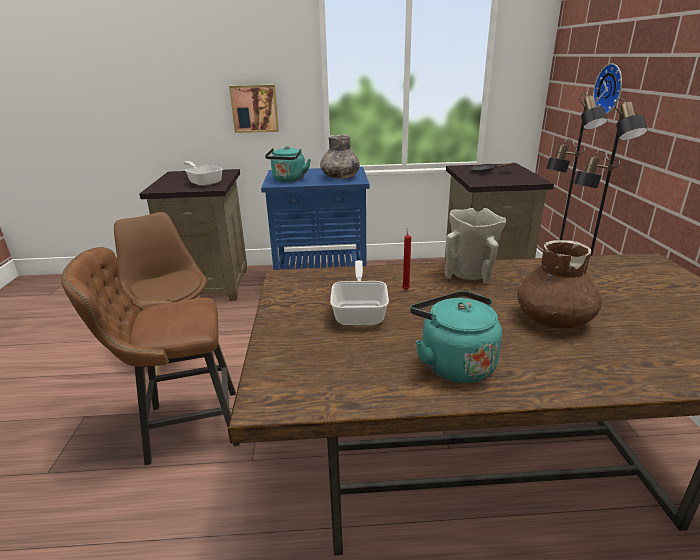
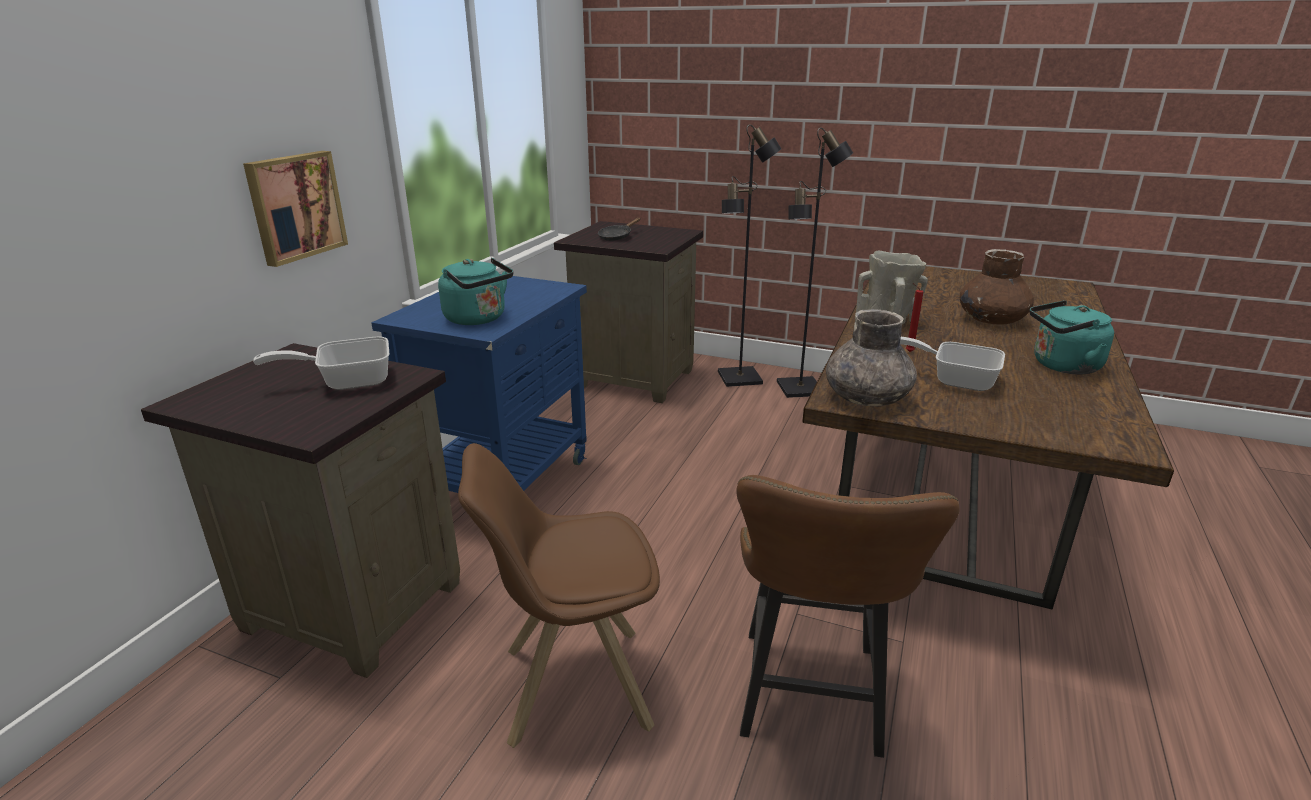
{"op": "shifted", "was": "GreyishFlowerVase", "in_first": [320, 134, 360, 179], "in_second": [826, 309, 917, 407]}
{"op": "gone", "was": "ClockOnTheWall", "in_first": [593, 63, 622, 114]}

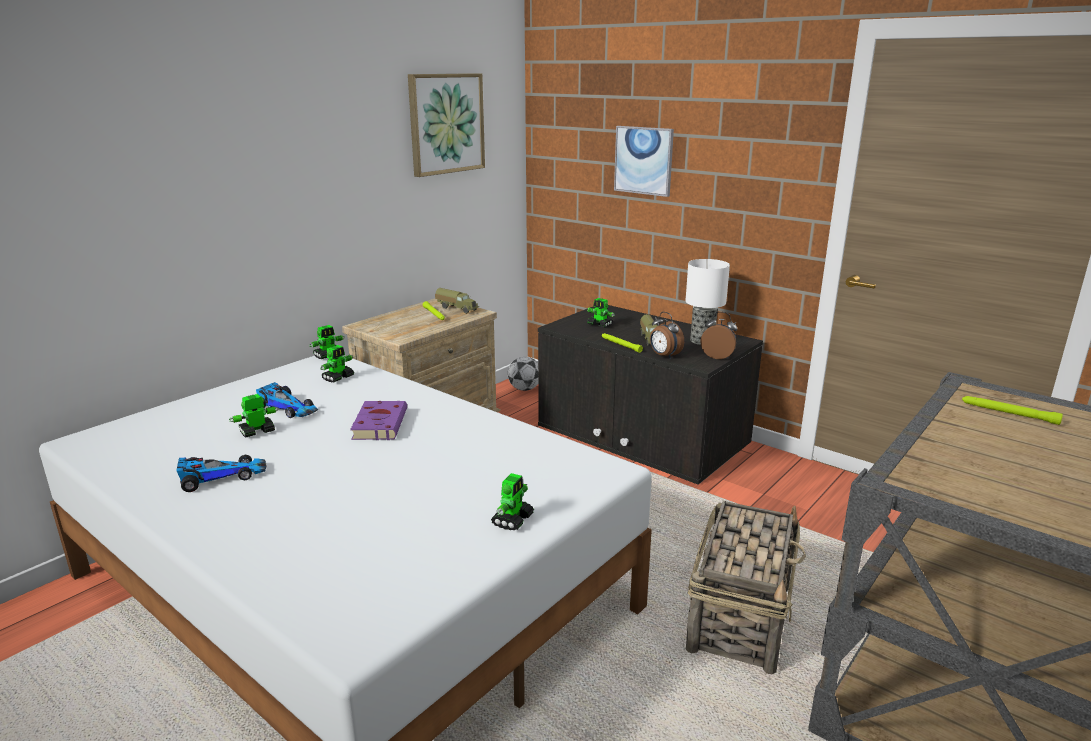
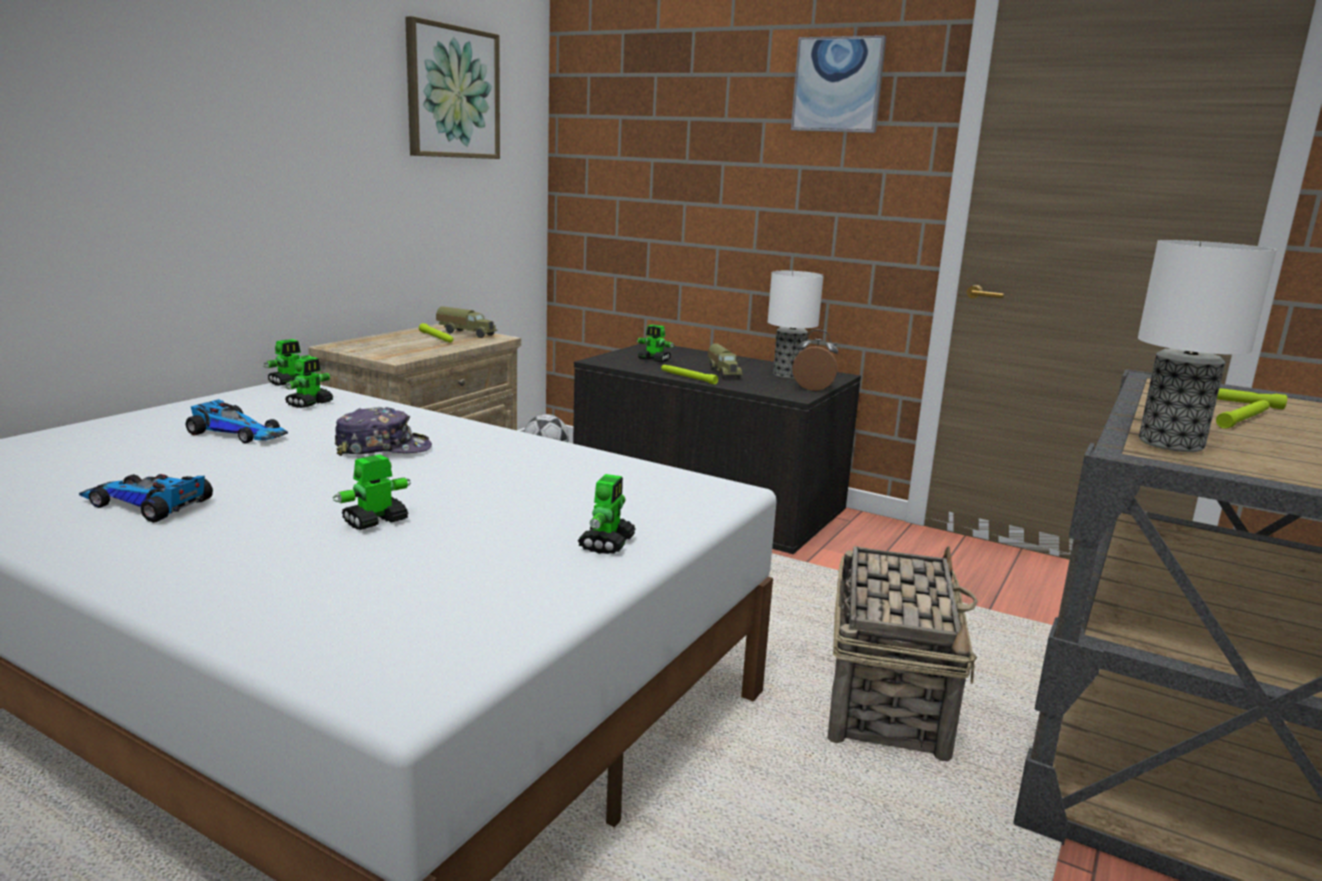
{"op": "rotated", "was": "ToyCar", "in_first": [176, 455, 267, 492], "in_second": [79, 474, 213, 523], "clockwise": -135}
{"op": "shifted", "was": "ModelRobot", "in_first": [229, 394, 279, 438], "in_second": [333, 454, 411, 530]}
{"op": "swapped", "was": "PurpleColouredBook", "now": "PeakedCap", "in_first": [350, 401, 407, 440], "in_second": [335, 407, 432, 456]}
{"op": "shifted", "was": "Picture", "in_first": [614, 126, 674, 197], "in_second": [791, 35, 886, 133]}
{"op": "new", "now": "TabletopLamp", "in_second": [1138, 240, 1277, 452]}
{"op": "new", "now": "GreenHandTorch", "in_second": [1216, 400, 1270, 429]}
{"op": "gone", "was": "TableClock", "in_first": [650, 312, 684, 359]}

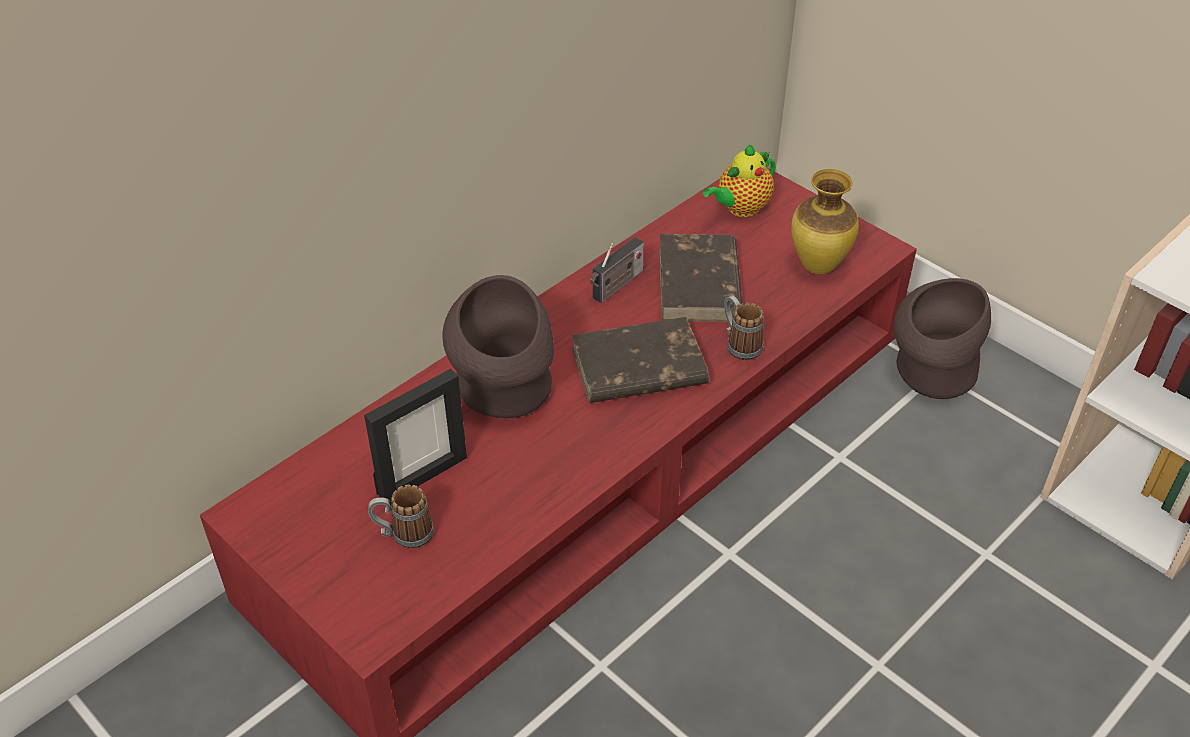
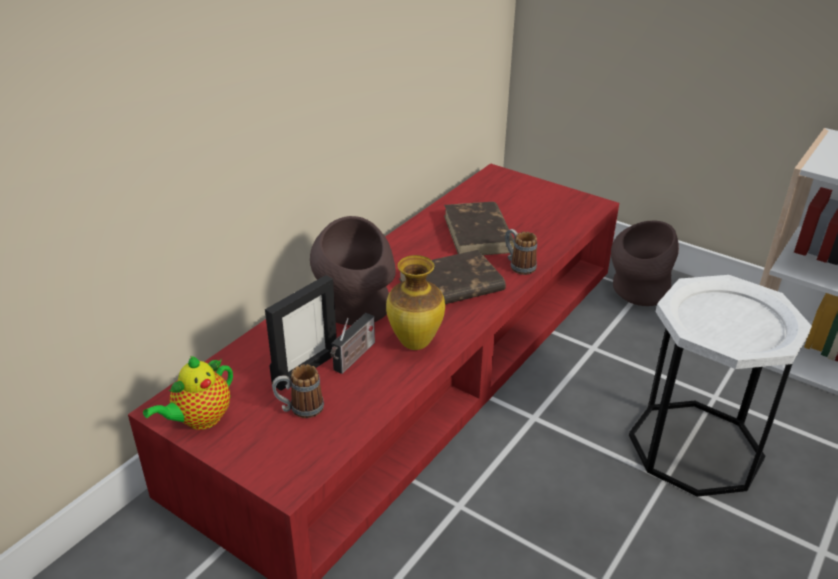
{"op": "shifted", "was": "Teapot", "in_first": [703, 144, 776, 217], "in_second": [143, 356, 233, 430]}
{"op": "shifted", "was": "RadioSet", "in_first": [590, 237, 644, 303], "in_second": [331, 313, 375, 374]}
{"op": "shifted", "was": "FlowerVase", "in_first": [791, 169, 859, 274], "in_second": [386, 255, 445, 350]}
{"op": "new", "now": "WhitishAccentTable", "in_second": [629, 275, 812, 497]}

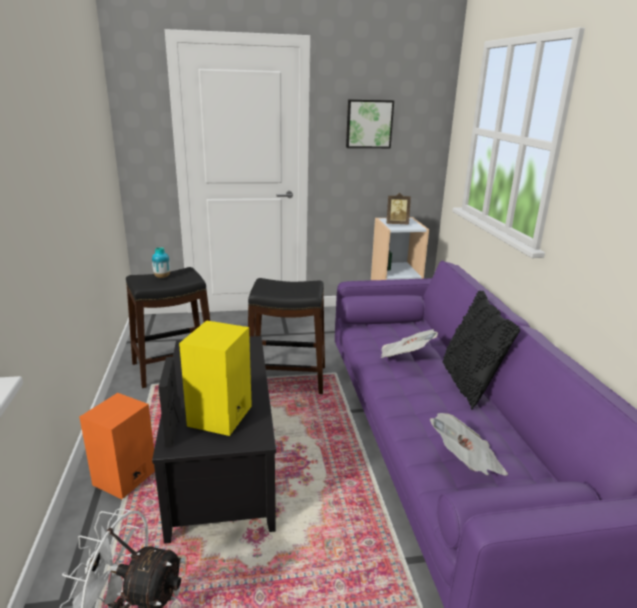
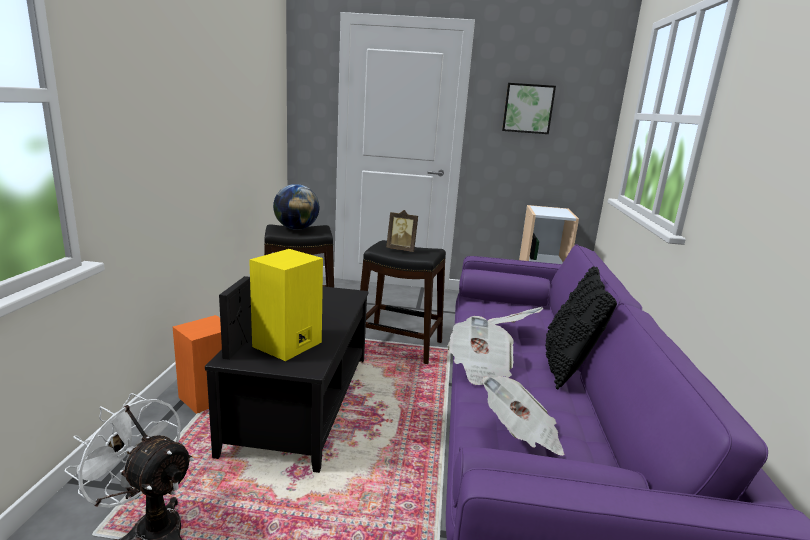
{"op": "swapped", "was": "FlowerVase", "now": "WorldGlobe", "in_first": [152, 247, 170, 278], "in_second": [273, 184, 319, 230]}
{"op": "shifted", "was": "StandingFrame", "in_first": [387, 193, 411, 224], "in_second": [386, 210, 418, 252]}
{"op": "new", "now": "Newspaper", "in_second": [448, 316, 514, 385]}

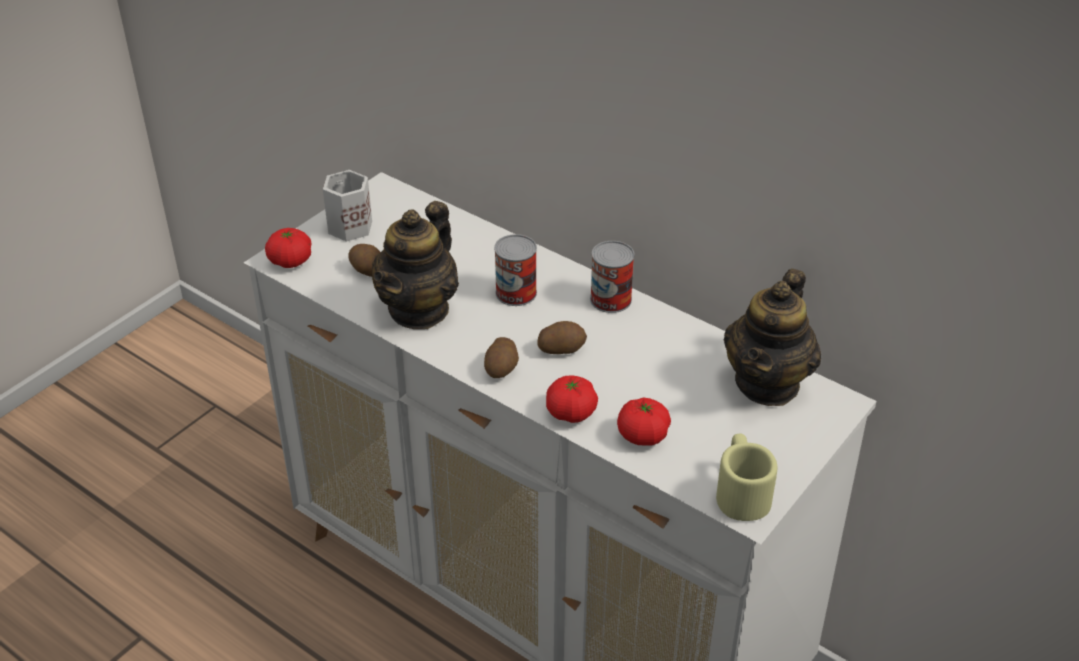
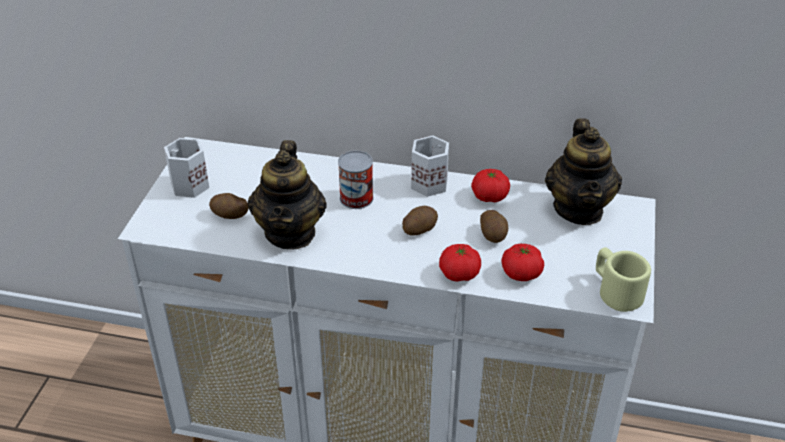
{"op": "swapped", "was": "Can", "now": "WhitishTeaMug", "in_first": [590, 241, 634, 313], "in_second": [411, 135, 449, 197]}
{"op": "shifted", "was": "Tomato", "in_first": [265, 228, 311, 268], "in_second": [471, 169, 510, 202]}
{"op": "shifted", "was": "WholePotato", "in_first": [484, 337, 519, 378], "in_second": [480, 210, 508, 243]}

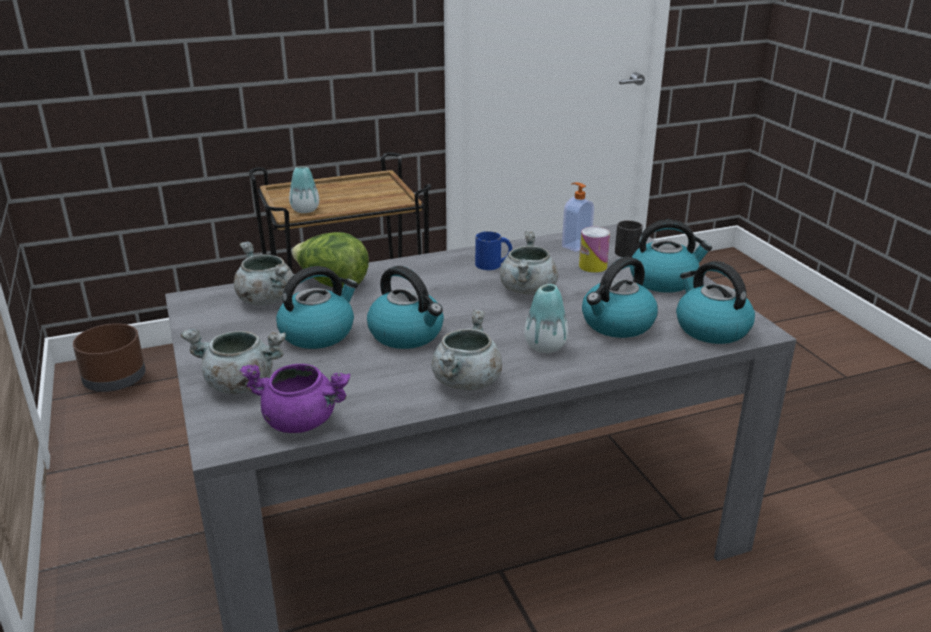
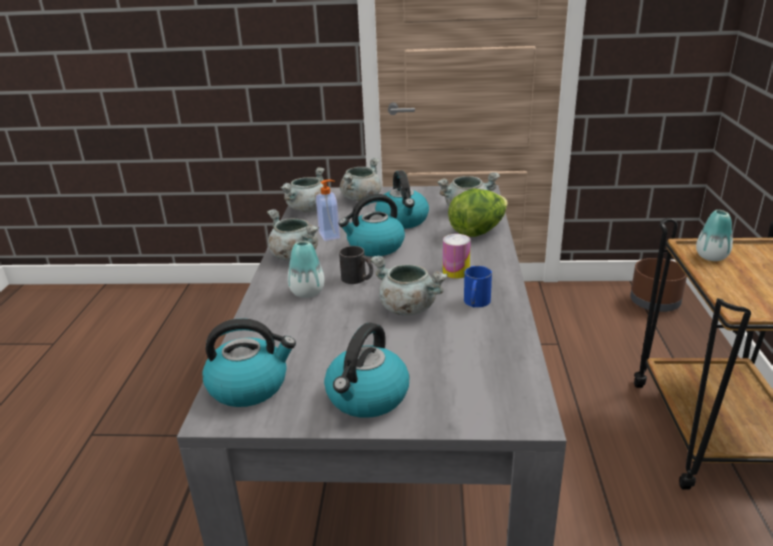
{"op": "repainted", "was": "PurpleColouredStockpot", "now": "GreyishStockpot", "in_first": [240, 364, 350, 433], "in_second": [280, 167, 325, 212]}
{"op": "shifted", "was": "LiquidSoapBottle", "in_first": [562, 182, 594, 252], "in_second": [316, 180, 340, 241]}
{"op": "shifted", "was": "BlackTeaMug", "in_first": [615, 220, 643, 257], "in_second": [339, 246, 373, 284]}
{"op": "shifted", "was": "Can", "in_first": [579, 227, 610, 273], "in_second": [443, 234, 471, 279]}
{"op": "gone", "was": "WaterKettle", "in_first": [582, 257, 658, 338]}

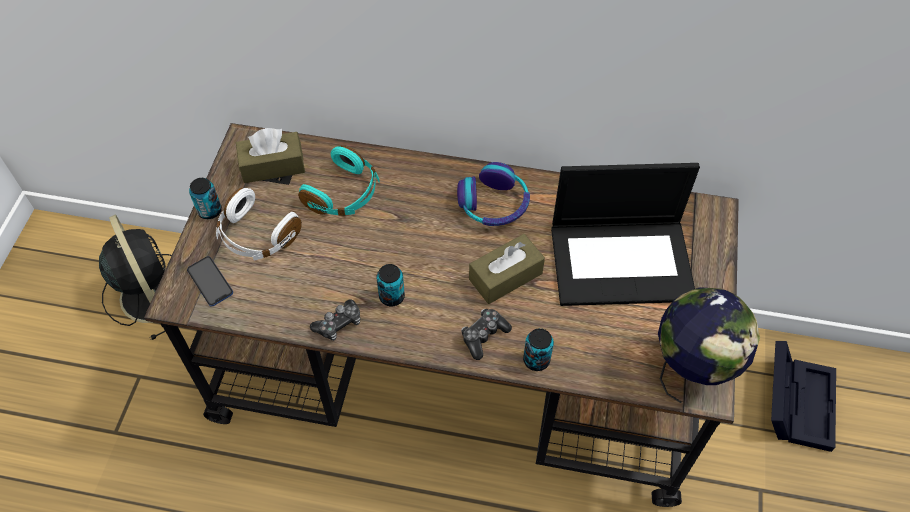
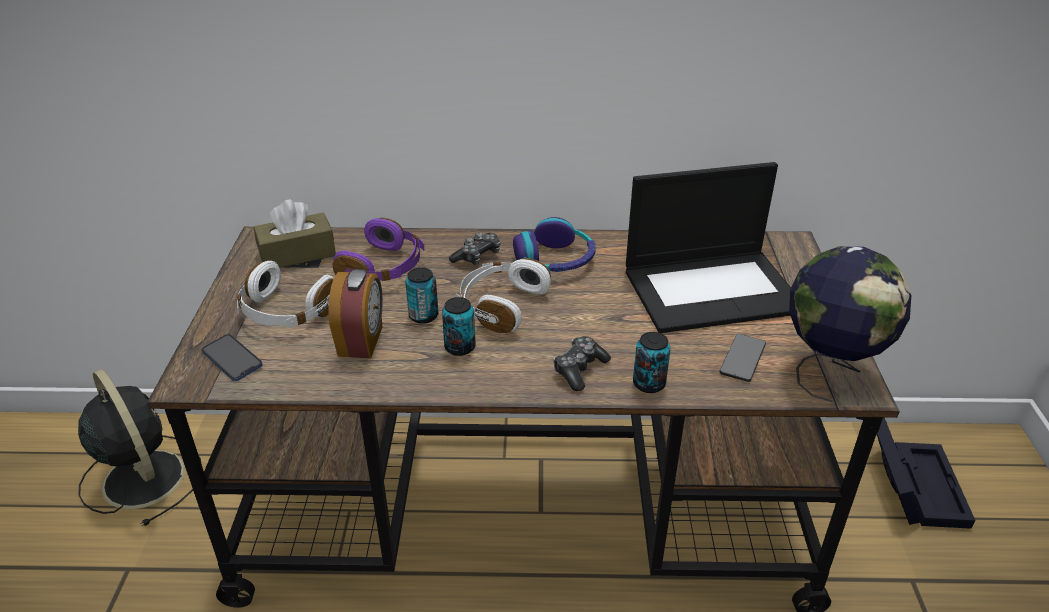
{"op": "new", "now": "TableClock", "in_second": [328, 269, 383, 358]}
{"op": "repainted", "was": "TurquoisePairOfHeadphones", "now": "PurpleColouredPairOfHeadphones", "in_first": [298, 145, 380, 216], "in_second": [332, 218, 424, 281]}
{"op": "shifted", "was": "Can", "in_first": [189, 178, 222, 219], "in_second": [405, 267, 438, 324]}
{"op": "shifted", "was": "Gamepad", "in_first": [310, 299, 360, 341], "in_second": [449, 232, 500, 265]}
{"op": "new", "now": "WhitishPairOfHeadphones", "in_second": [455, 258, 551, 333]}
{"op": "new", "now": "Telephone", "in_second": [720, 334, 766, 382]}
{"op": "gone", "was": "BrownTissueBox", "in_first": [469, 234, 545, 304]}

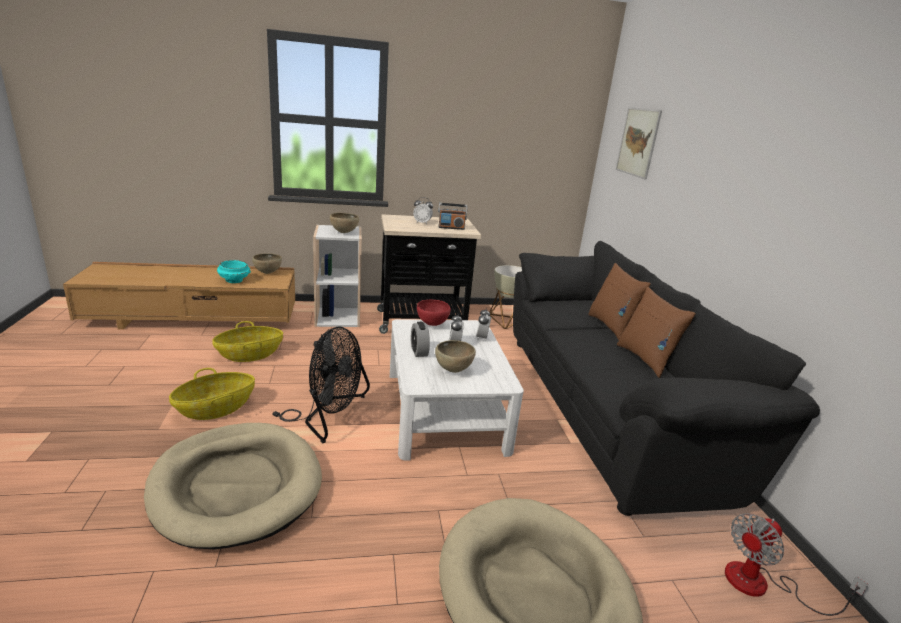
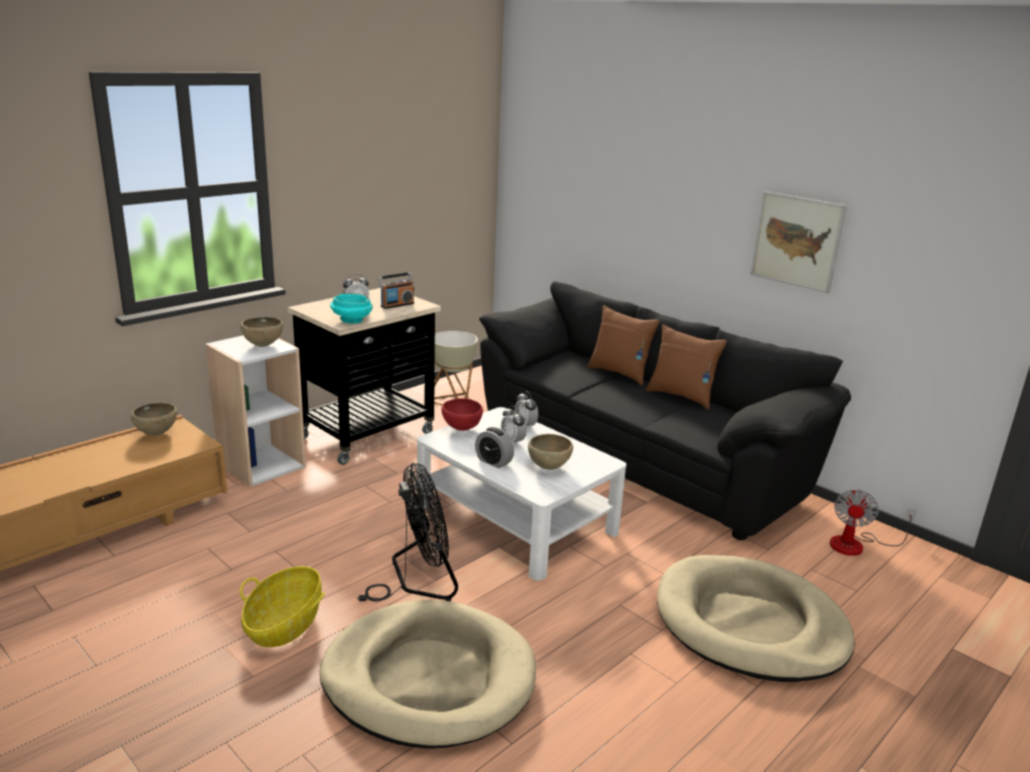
{"op": "shifted", "was": "TurquoiseBowl", "in_first": [217, 260, 251, 283], "in_second": [330, 293, 373, 324]}
{"op": "shifted", "was": "Picture", "in_first": [616, 107, 662, 180], "in_second": [750, 191, 847, 294]}
{"op": "gone", "was": "Basket", "in_first": [212, 321, 283, 362]}

